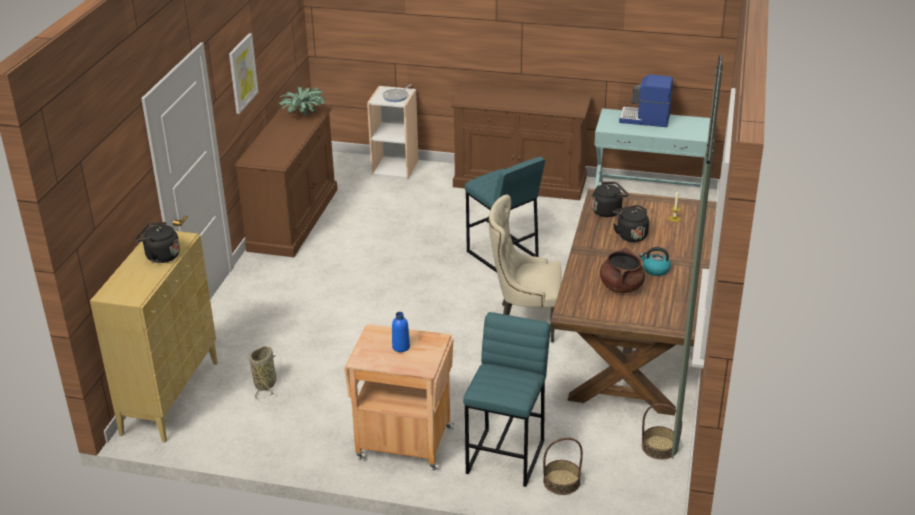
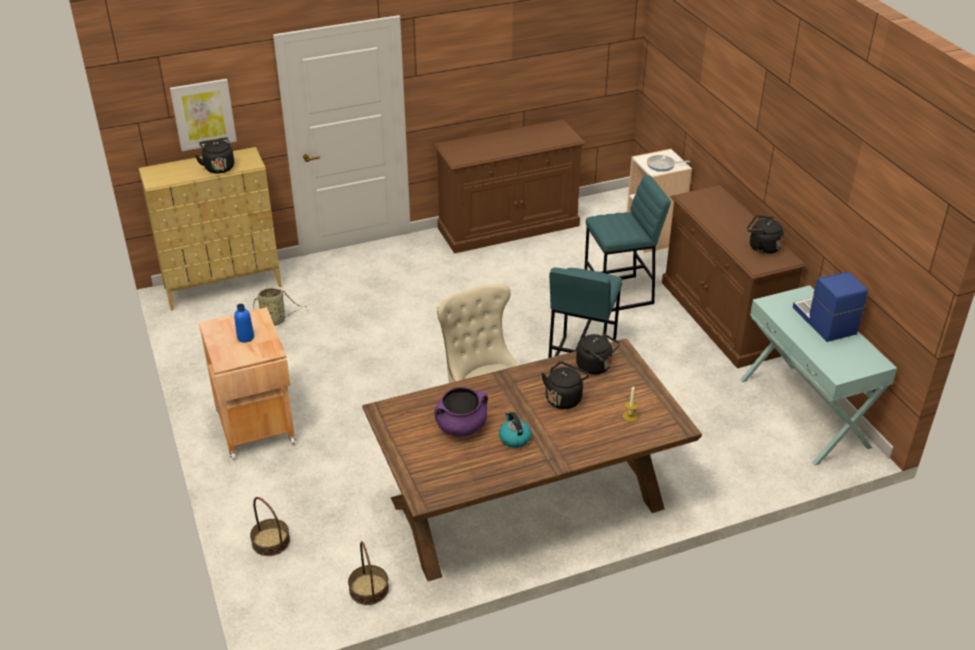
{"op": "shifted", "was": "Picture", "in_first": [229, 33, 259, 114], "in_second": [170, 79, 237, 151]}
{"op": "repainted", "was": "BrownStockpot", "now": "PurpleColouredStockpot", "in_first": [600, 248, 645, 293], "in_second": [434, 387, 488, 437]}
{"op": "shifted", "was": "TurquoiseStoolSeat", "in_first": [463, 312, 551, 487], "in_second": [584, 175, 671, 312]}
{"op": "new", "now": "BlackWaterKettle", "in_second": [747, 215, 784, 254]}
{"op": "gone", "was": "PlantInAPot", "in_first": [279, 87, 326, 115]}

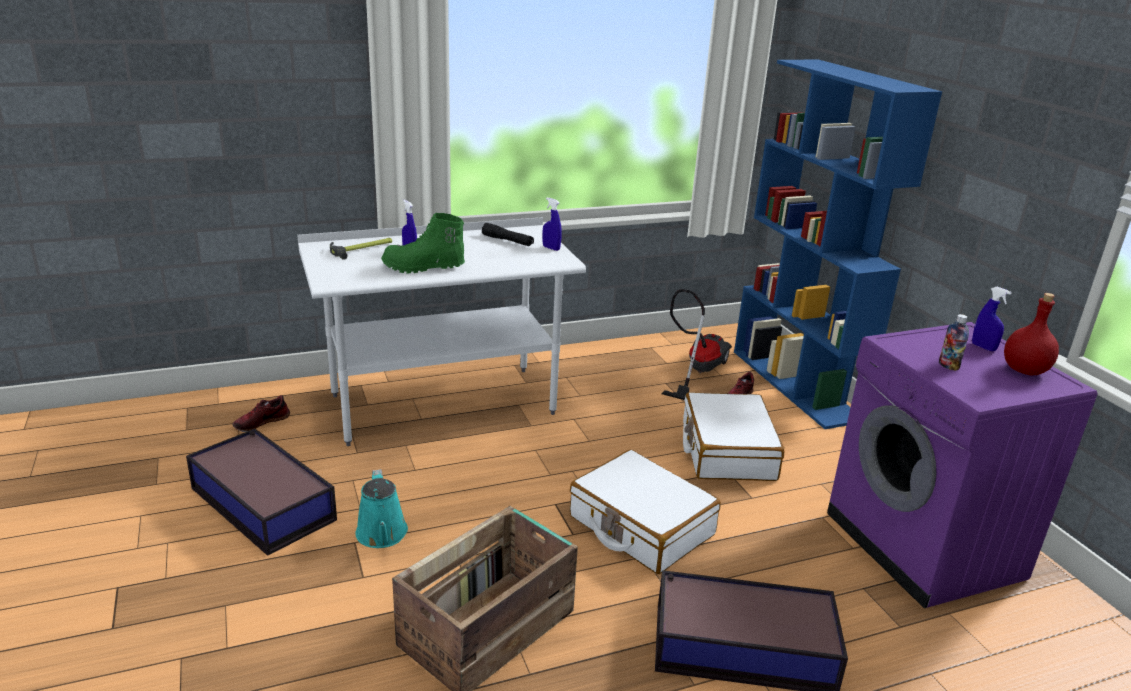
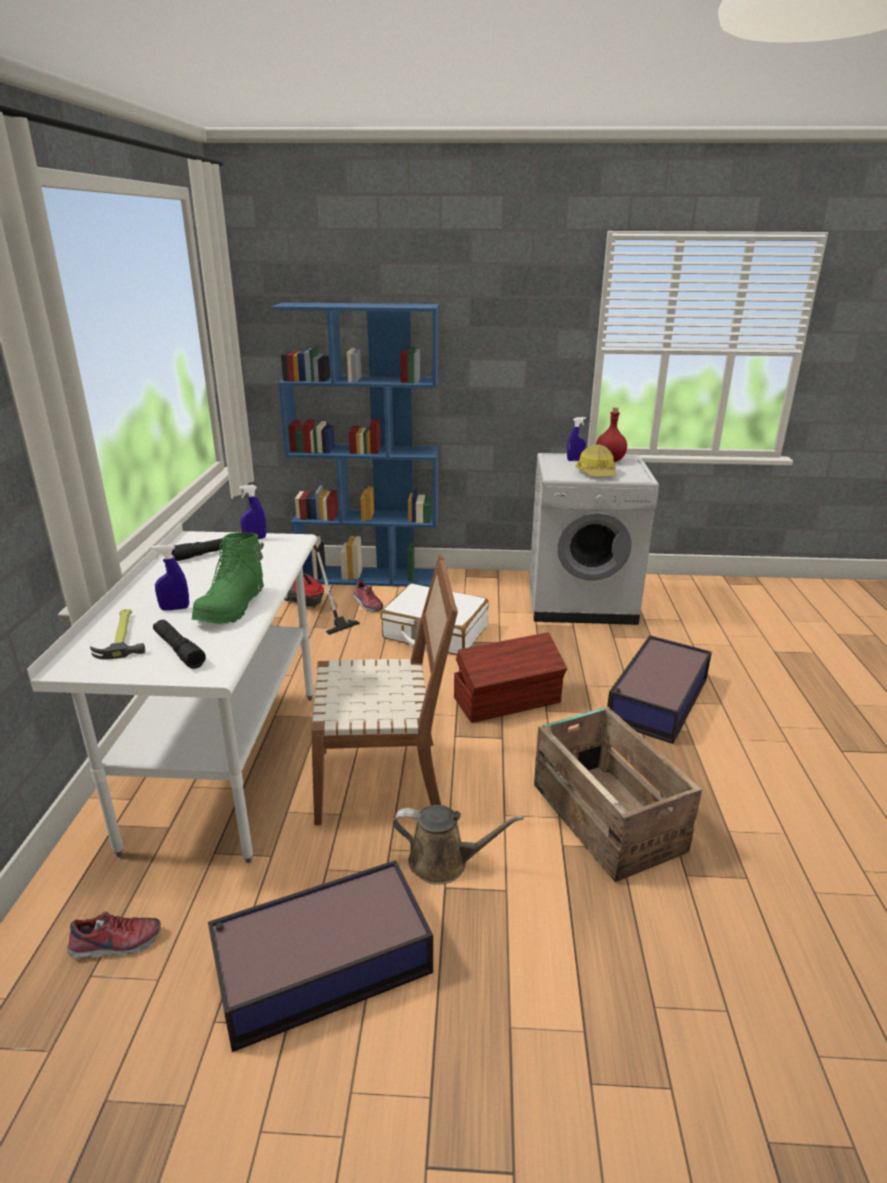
{"op": "rotated", "was": "LowShoe", "in_first": [232, 395, 290, 432], "in_second": [67, 911, 161, 959], "clockwise": -90}
{"op": "new", "now": "BlackHandTorch", "in_second": [153, 620, 206, 669]}
{"op": "new", "now": "Chair", "in_second": [311, 554, 458, 825]}
{"op": "repainted", "was": "TurquoiseSprinklingCan", "now": "BrownSprinklingCan", "in_first": [355, 469, 408, 548], "in_second": [393, 805, 524, 885]}
{"op": "swapped", "was": "WhitishPieceOfLuggage", "now": "BrownStorageContainer", "in_first": [570, 450, 721, 574], "in_second": [454, 632, 567, 723]}
{"op": "repainted", "was": "PurpleColouredLaundryAppliance", "now": "WhitishLaundryAppliance", "in_first": [827, 322, 1098, 608], "in_second": [529, 453, 659, 625]}
{"op": "swapped", "was": "Bottle", "now": "SafetyHelmet", "in_first": [939, 314, 969, 371], "in_second": [576, 445, 616, 477]}

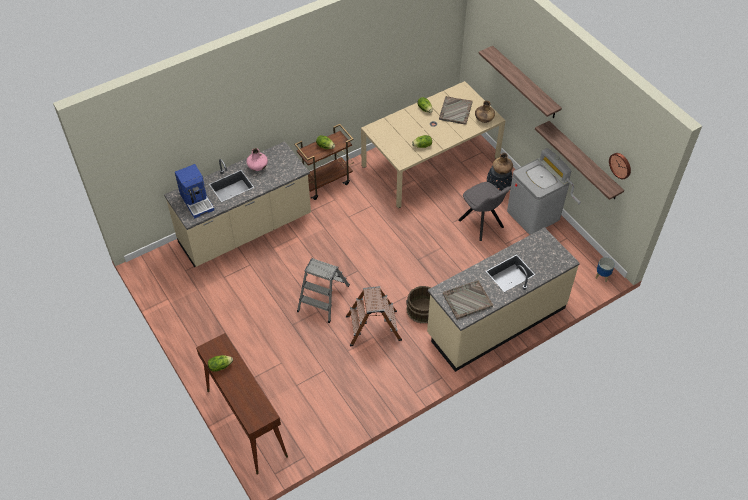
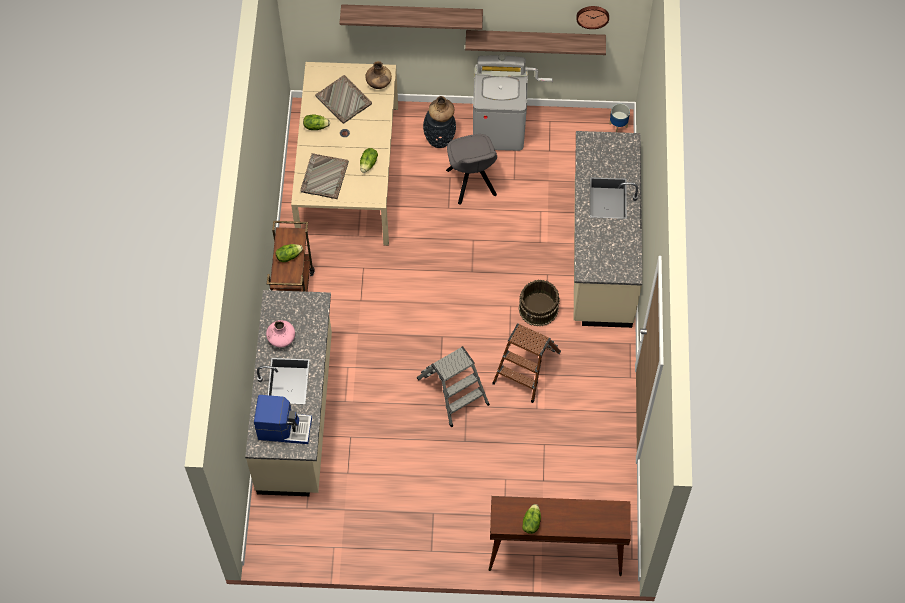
{"op": "shifted", "was": "GreyishTray", "in_first": [443, 280, 493, 319], "in_second": [301, 153, 349, 199]}
{"op": "rotated", "was": "GreyishChair", "in_first": [459, 182, 511, 241], "in_second": [446, 134, 497, 205], "clockwise": 75}

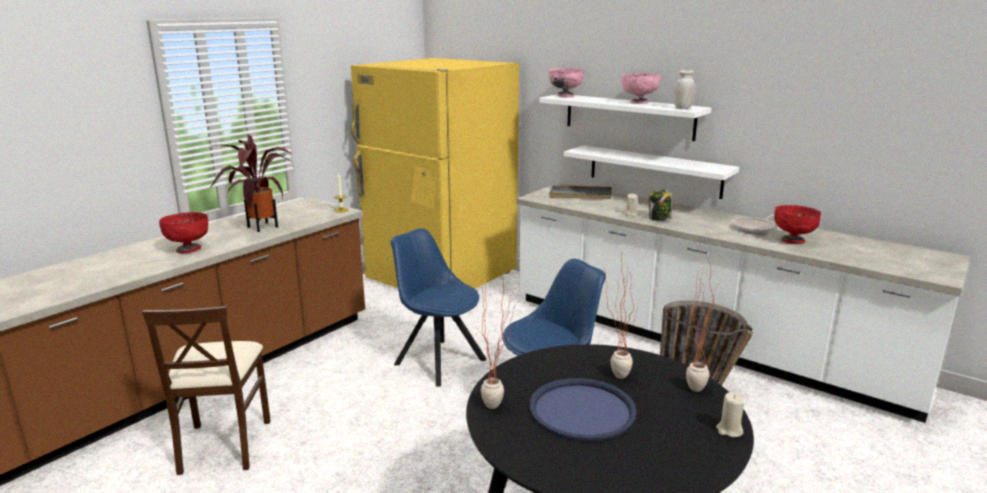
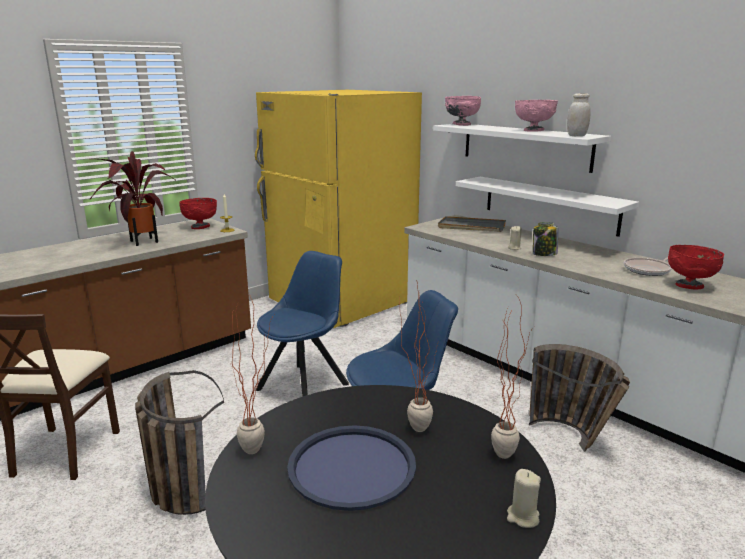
{"op": "new", "now": "Basket", "in_second": [135, 370, 224, 515]}
{"op": "shifted", "was": "RedColouredBowl", "in_first": [159, 212, 208, 253], "in_second": [179, 198, 217, 229]}
{"op": "rotated", "was": "BlueChair", "in_first": [391, 228, 486, 386], "in_second": [255, 251, 349, 397], "clockwise": 75}

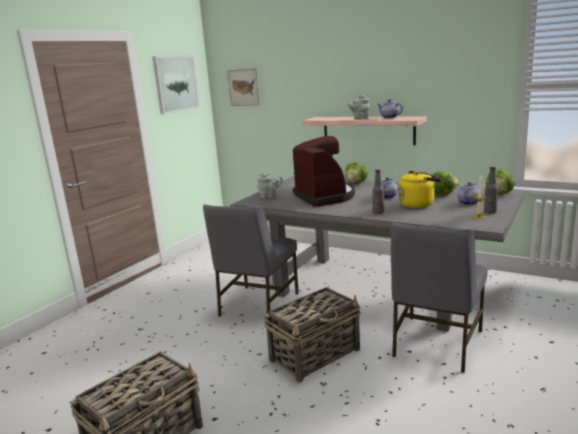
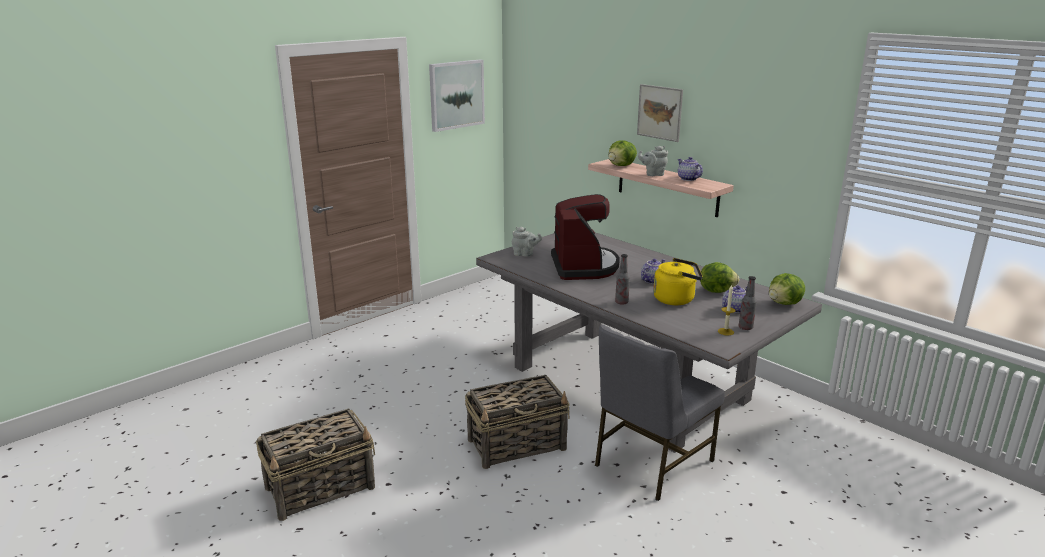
{"op": "shifted", "was": "Lettuce", "in_first": [345, 162, 368, 184], "in_second": [608, 140, 637, 166]}
{"op": "shifted", "was": "Picture", "in_first": [227, 68, 260, 106], "in_second": [637, 84, 683, 142]}
{"op": "gone", "was": "GreyishChair", "in_first": [203, 204, 299, 317]}

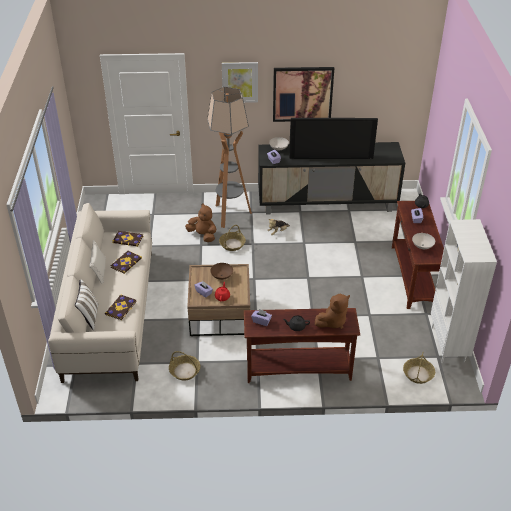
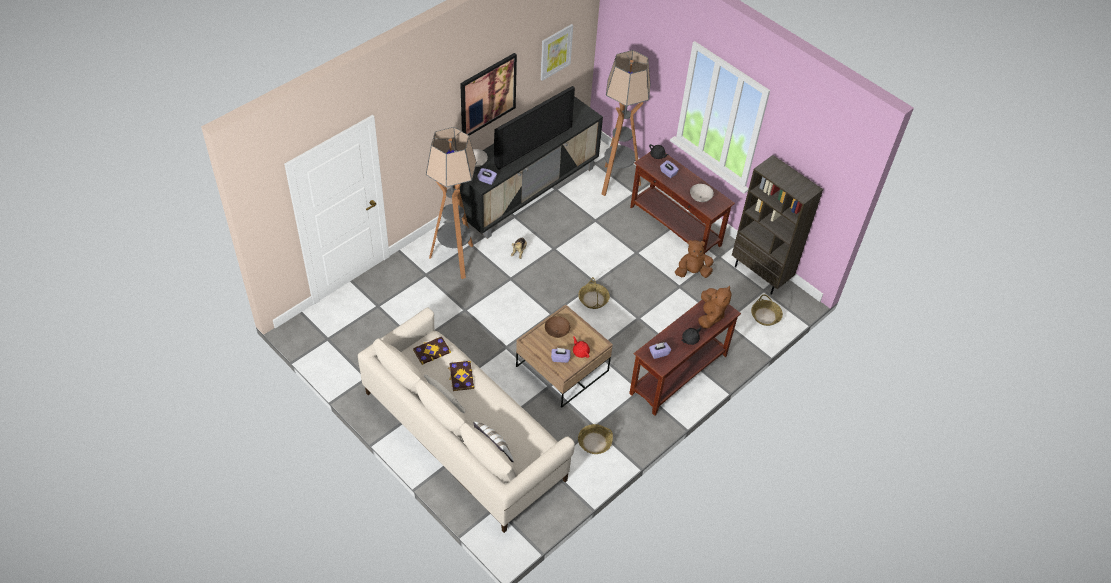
{"op": "shifted", "was": "Picture", "in_first": [222, 62, 258, 103], "in_second": [540, 24, 573, 81]}
{"op": "shifted", "was": "Basket", "in_first": [219, 225, 246, 251], "in_second": [578, 277, 610, 309]}
{"op": "new", "now": "FloorLamp", "in_second": [601, 50, 650, 196]}
{"op": "shifted", "was": "BrownPlushToy", "in_first": [185, 203, 216, 242], "in_second": [675, 240, 713, 278]}
{"op": "repainted", "was": "WhitishShelvingUnit", "now": "BrownShelvingUnit", "in_first": [431, 219, 497, 363], "in_second": [732, 155, 823, 295]}
{"op": "gone", "was": "Book", "in_first": [105, 294, 137, 320]}

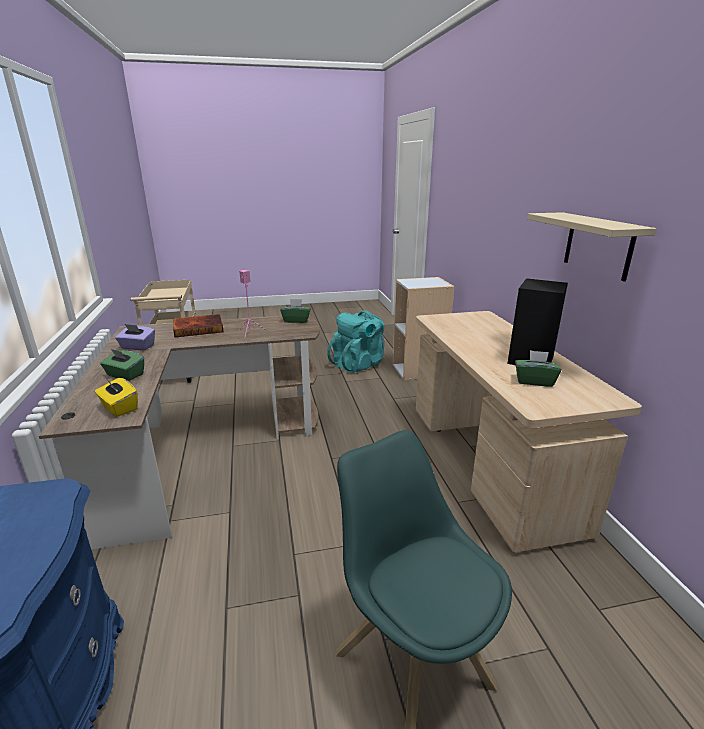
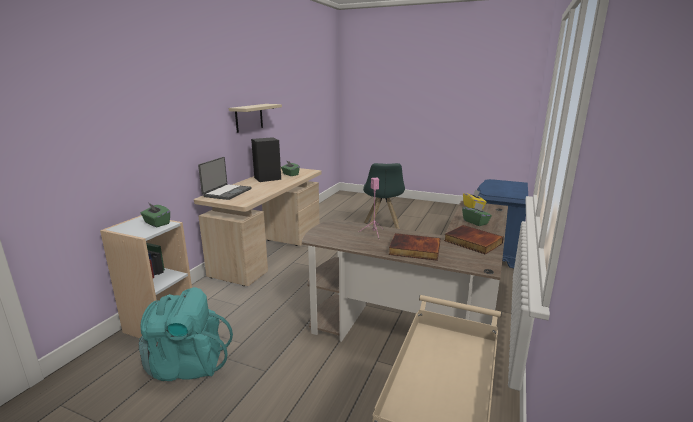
{"op": "shifted", "was": "GreenTissueBox", "in_first": [280, 299, 311, 323], "in_second": [141, 203, 170, 227]}
{"op": "new", "now": "Laptop", "in_second": [198, 157, 252, 200]}
{"op": "swapped", "was": "PurpleColouredTissueBox", "now": "Book", "in_first": [115, 324, 155, 350], "in_second": [444, 225, 504, 254]}

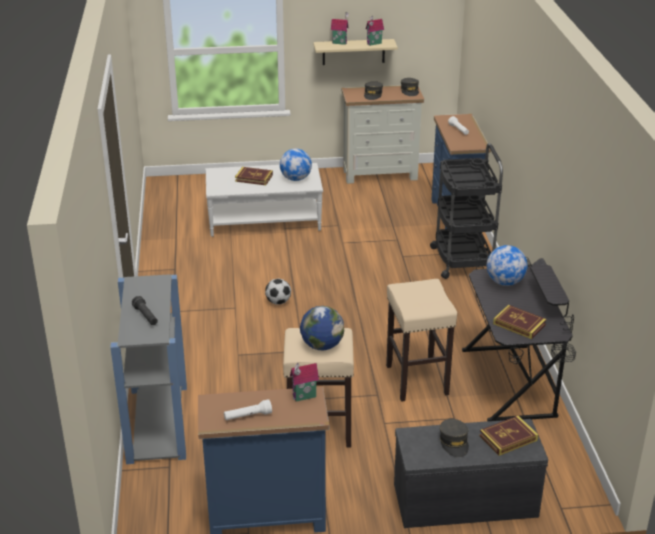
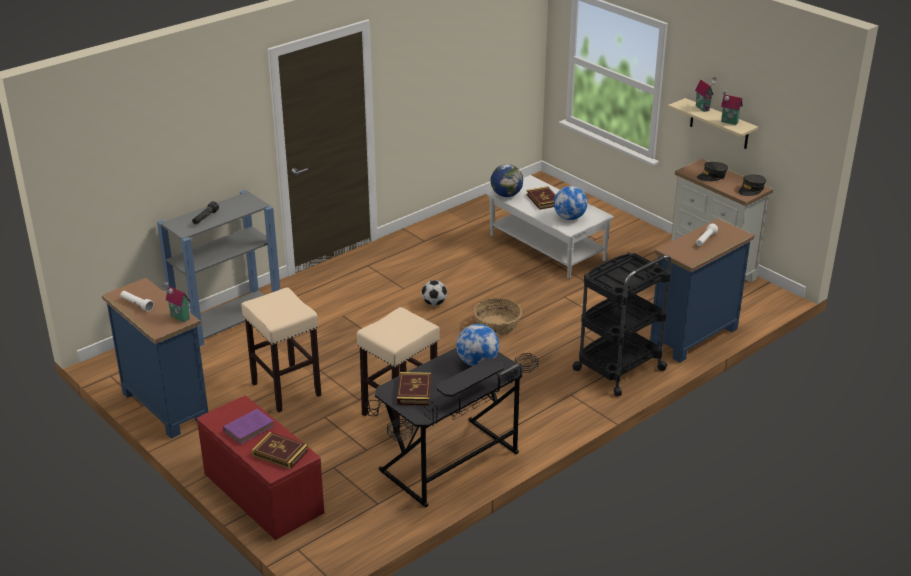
{"op": "repainted", "was": "GreyishBench", "now": "RedColouredBench", "in_first": [394, 419, 548, 528], "in_second": [197, 395, 324, 540]}
{"op": "swapped", "was": "GreyishPeakedCap", "now": "PurpleColouredBook", "in_first": [440, 419, 469, 457], "in_second": [223, 409, 274, 445]}
{"op": "new", "now": "Basket", "in_second": [474, 298, 522, 335]}
{"op": "shifted", "was": "WorldGlobe", "in_first": [300, 306, 344, 350], "in_second": [490, 164, 523, 197]}

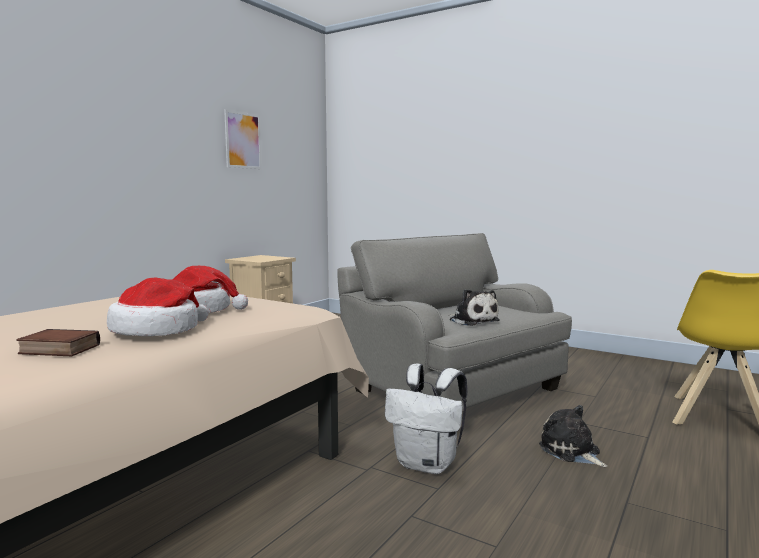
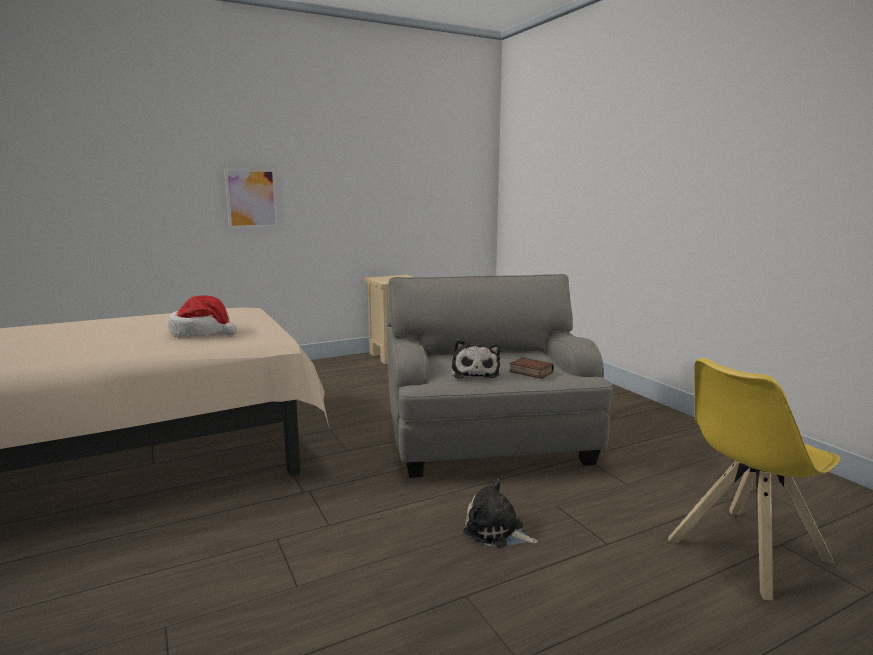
{"op": "shifted", "was": "Picture", "in_first": [224, 109, 262, 169], "in_second": [224, 168, 278, 229]}
{"op": "rotated", "was": "PlushToy", "in_first": [539, 405, 607, 467], "in_second": [463, 479, 538, 548], "clockwise": -60}
{"op": "shifted", "was": "Book", "in_first": [16, 329, 100, 356], "in_second": [509, 357, 554, 379]}
{"op": "gone", "was": "Hat", "in_first": [107, 277, 209, 336]}
{"op": "gone", "was": "WhitishKnapsack", "in_first": [385, 364, 467, 474]}

